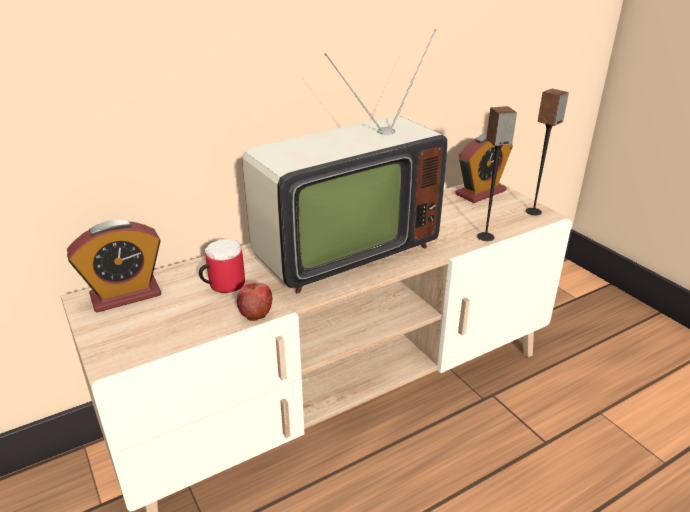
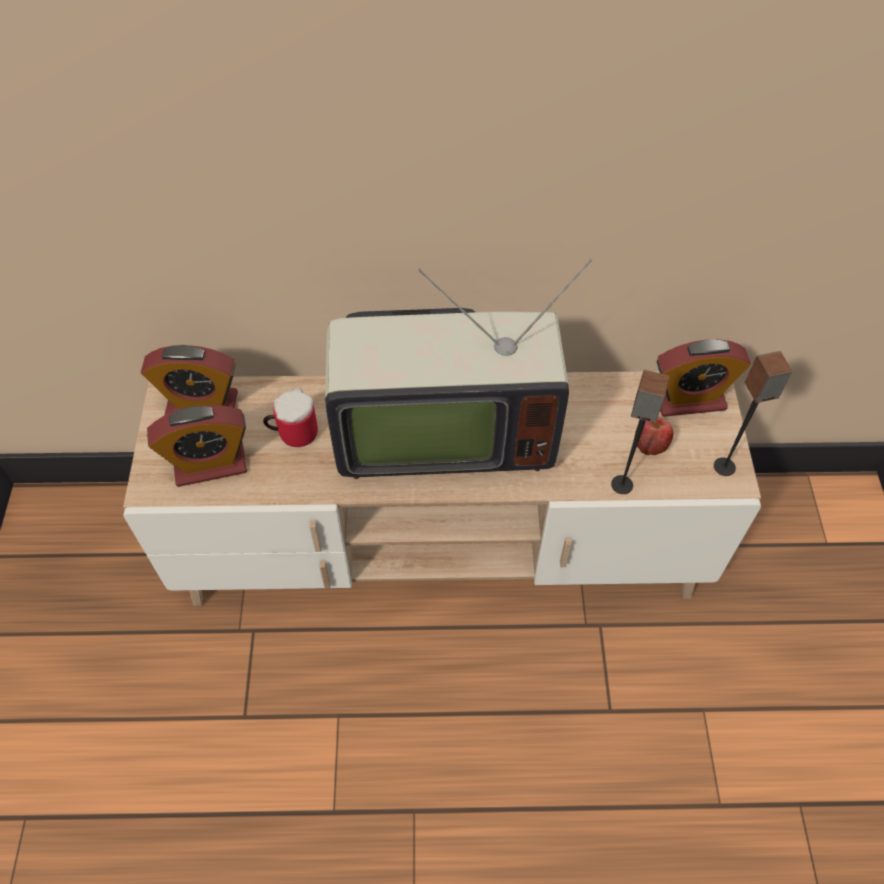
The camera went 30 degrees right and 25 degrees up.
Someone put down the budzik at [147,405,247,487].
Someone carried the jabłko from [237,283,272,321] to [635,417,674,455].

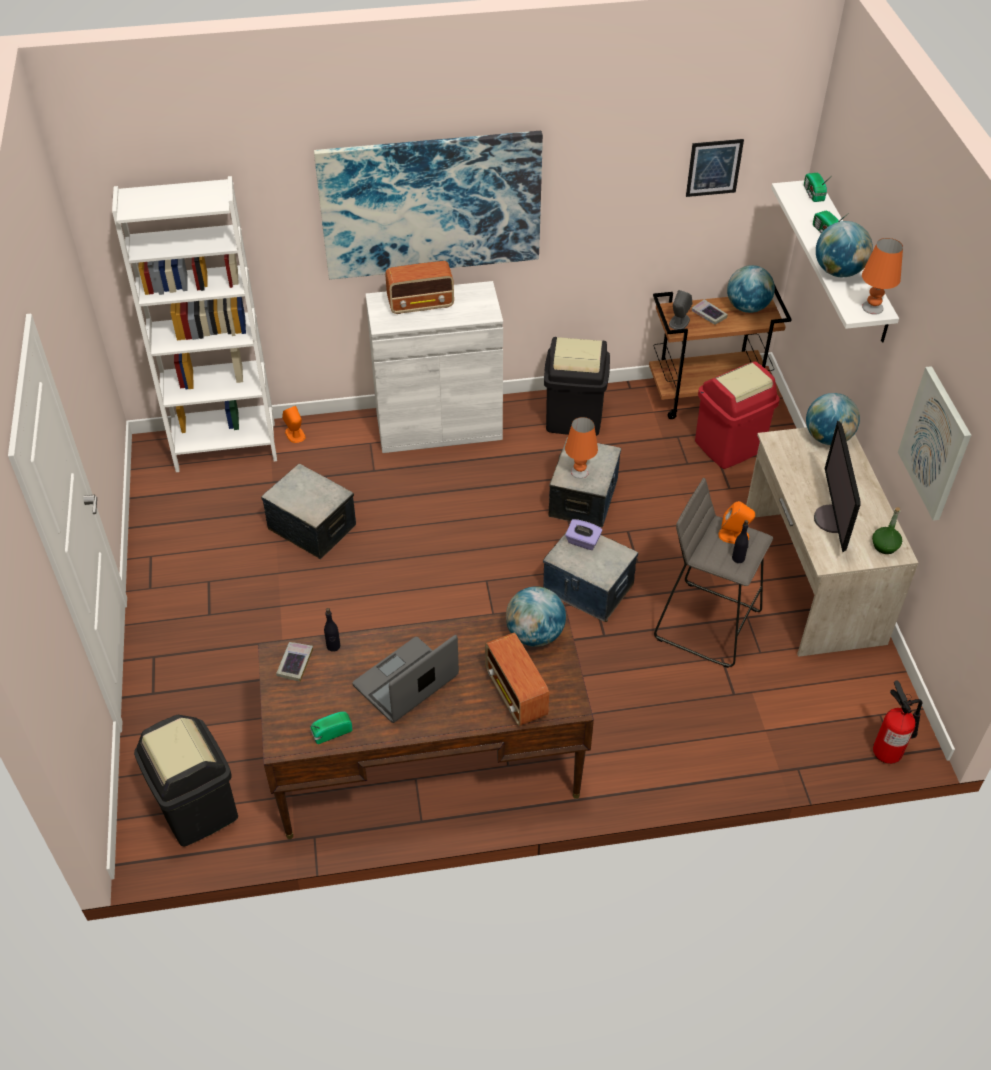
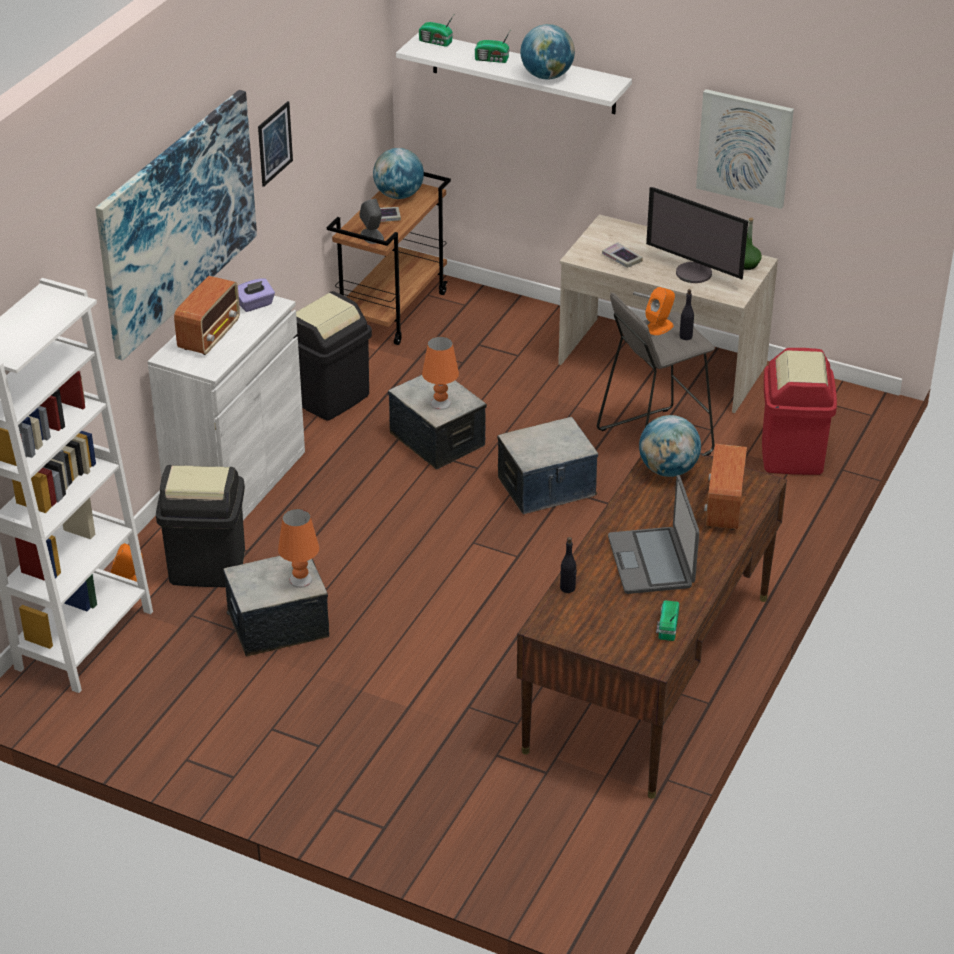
The camera went 55 degrees left and 10 degrees down.
Someone carried the kosz na śmieci (czarny) from [134,715,238,847] to [156,465,245,587].
Someone carried the pudełko chusteczek (fioletowy) from [565,519,602,550] to [238,279,275,312].
Someone carried the obraz from [686,139,744,197] to [258,101,293,187].
Someone carried the lampa stołowa (pomarańczowy) from [862,238,903,315] to [278,509,319,588].
Someone carried the książka from [276,642,313,682] to [602,242,643,268].
Someone rotated the radio at [485,633,549,726] by 90 degrees clockwise.
Someone carried the kosz na śmieci (czerwony) from [695,362,780,469] to [762,348,837,475].
Someone took away the globus at [806,393,860,445].
Someone took away the gaśnica at [873,680,923,764].

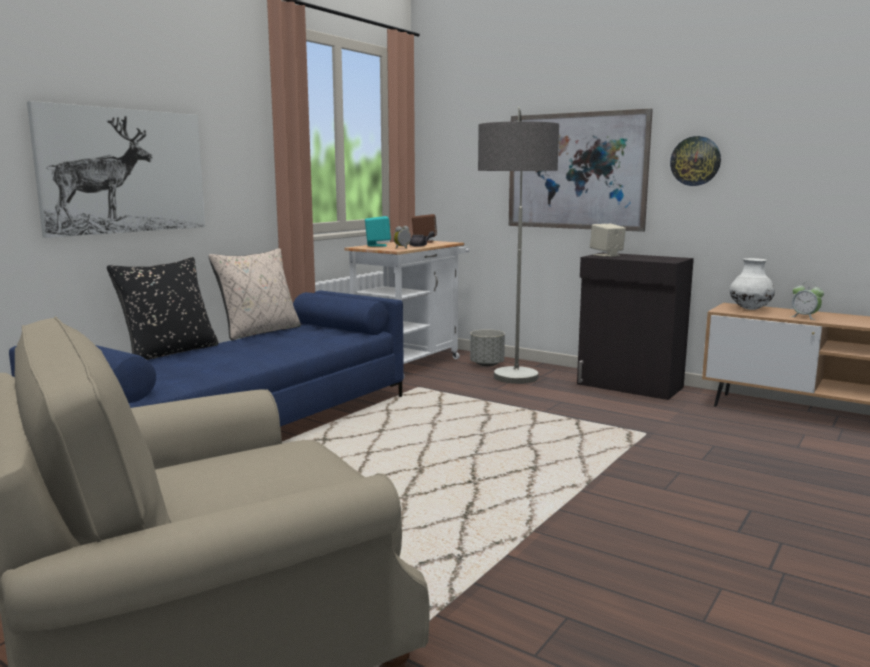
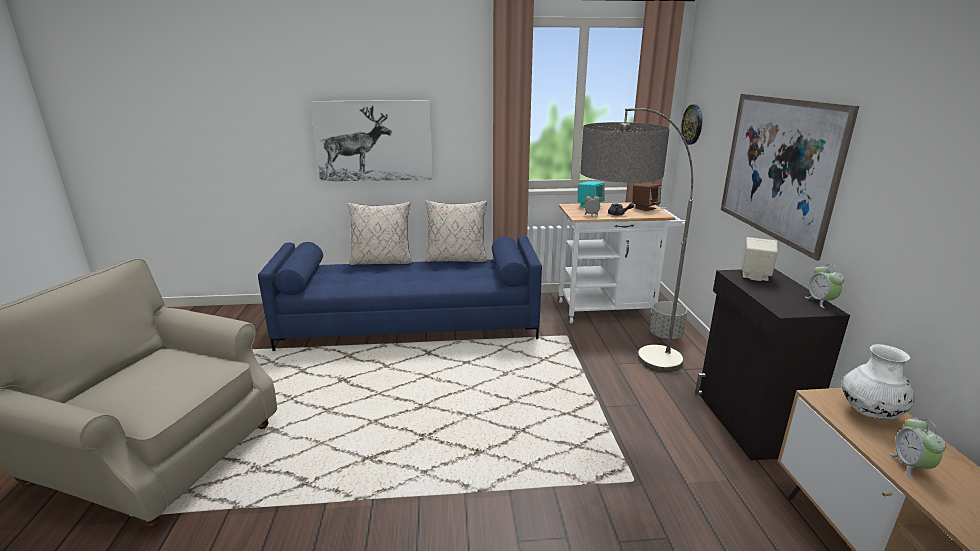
The camera went 50 degrees right and 10 degrees up.
Someone repainted the poduszka (czarny) at [107,257,218,360], which became the poduszka (beżowy) at [347,202,412,265].
Someone carried the zegar ścienny from [670,136,721,186] to [681,104,702,145].
Someone put down the budzik at [805,264,844,308].

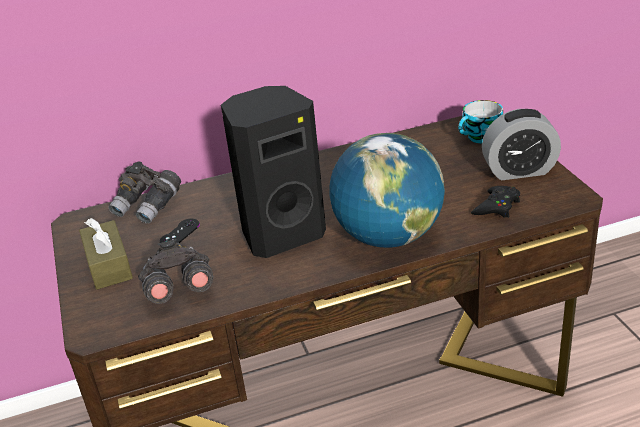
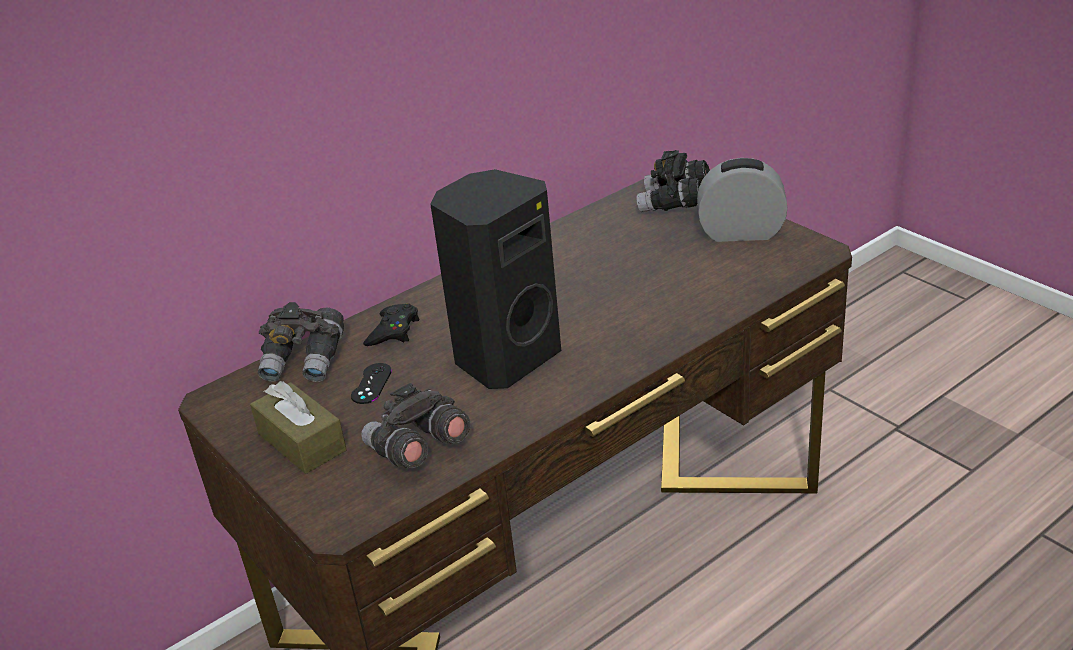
The camera went 20 degrees left and 0 degrees up.
Someone carried the pad do gier (czarny) from [471,186,520,218] to [363,303,419,346].
Someone swapped the filiżanka at [458,100,503,143] for the lornetka (czarny) at [636,150,710,213].
Someone rotated the budzik at [482,109,561,180] by 150 degrees counterclockwise.
Someone took away the globus at [329,133,445,248].

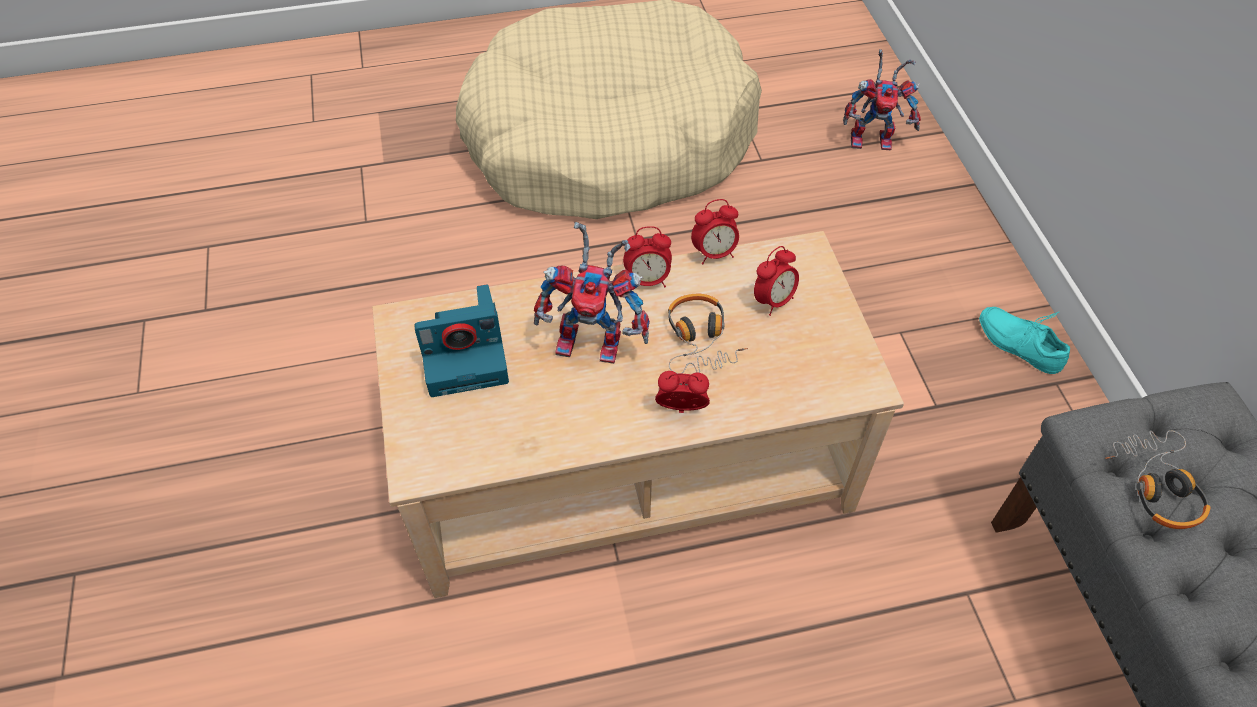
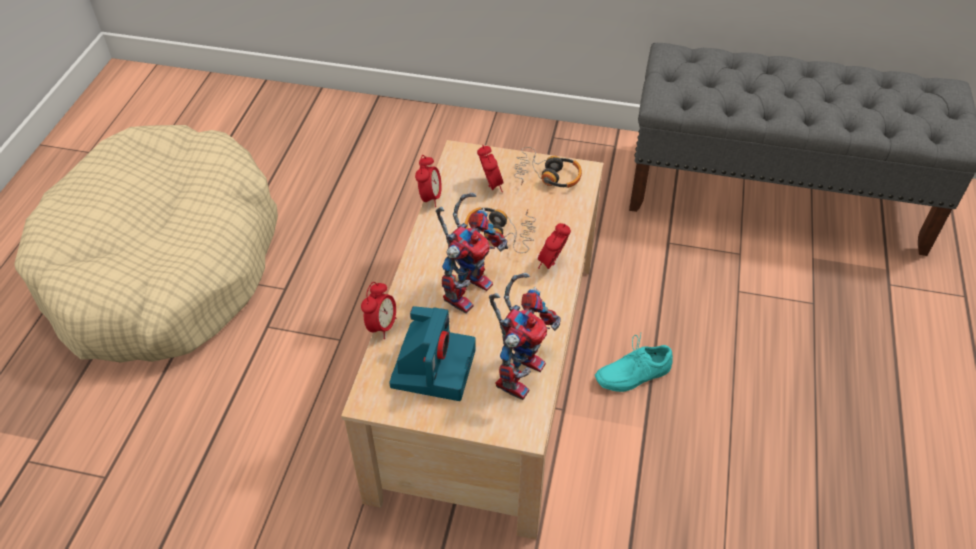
The camera went 65 degrees left and 5 degrees down.
Someone carried the budzik from [623,226,672,287] to [361,282,396,339].
Someone carried the robot zabawkowy from [843,49,921,150] to [489,273,561,400].
Someone carried the słuchawki from [1105,430,1210,529] to [514,147,582,188].
Someone carried the but (turkusowy) from [979,307,1070,374] to [595,333,673,392].

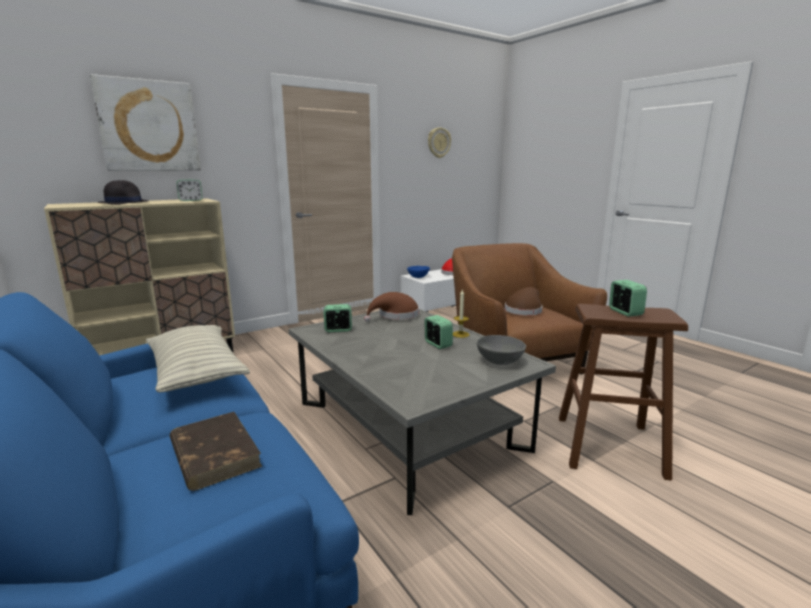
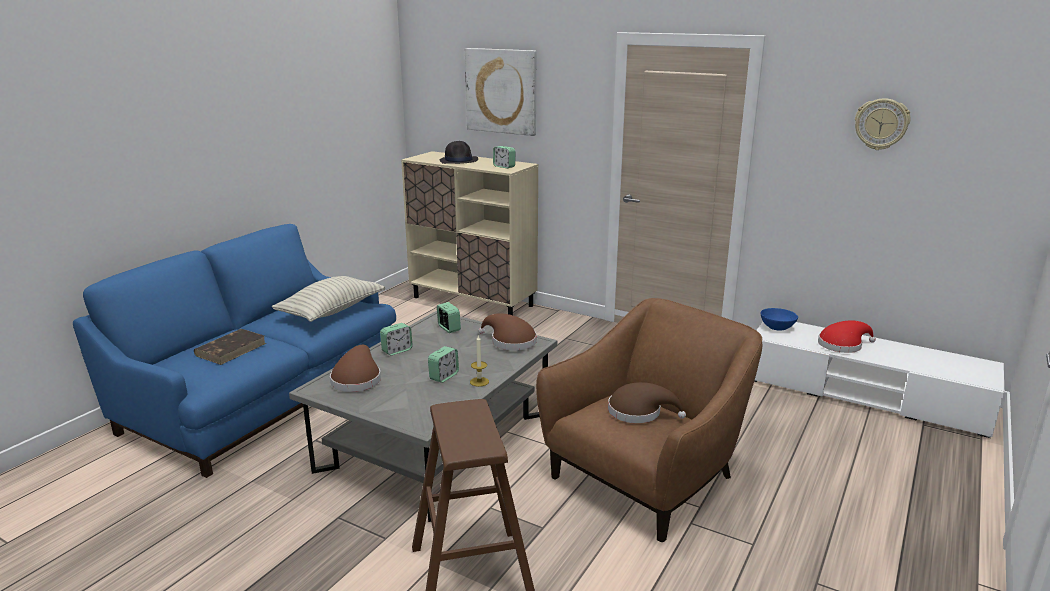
The camera went 65 degrees right and 5 degrees up.
Someone put down the kapelusz (brązowy) at [330,345,381,392].
Someone carried the budzik from [609,280,647,317] to [380,323,413,355].
Someone took away the miska (szary) at [477,335,526,365].

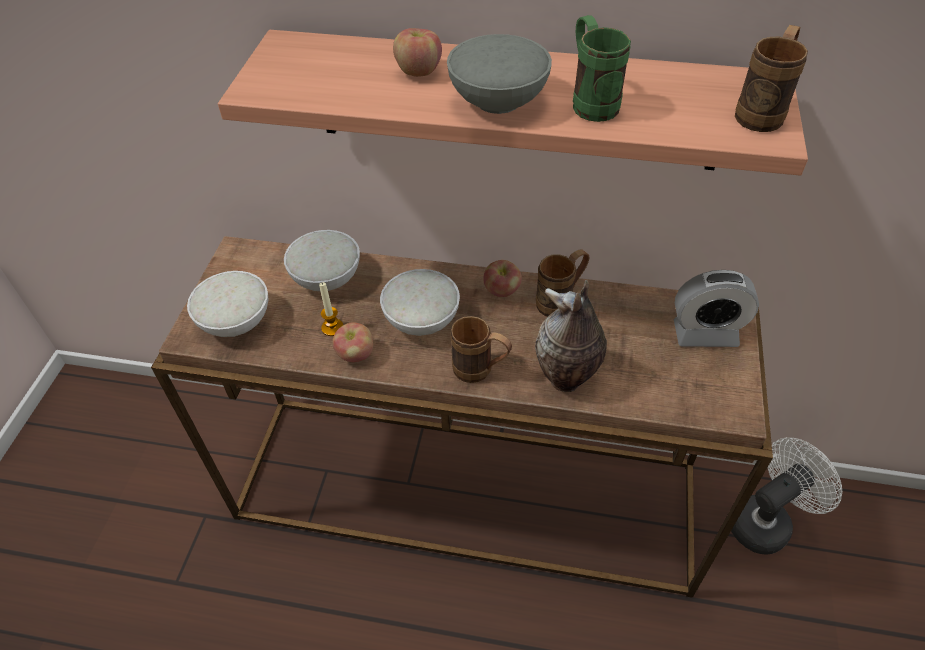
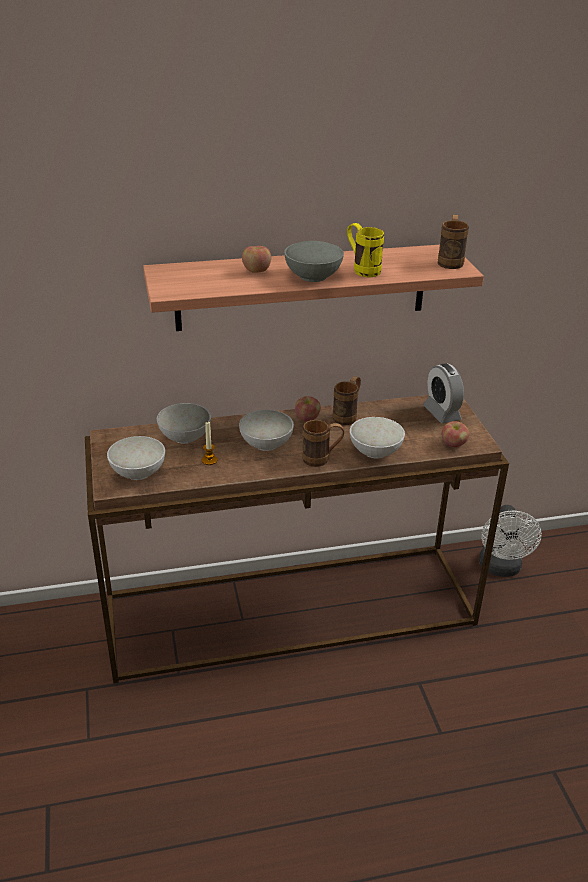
The camera went 25 degrees left and 15 degrees down.
Someone repainted the kubek (zielony) at [573,15,631,122], which became the kubek (żółty) at [347,223,384,277].
Someone swapped the wazon at [535,280,607,392] for the miska (biały) at [350,417,405,459].
Someone rotated the budzik at [673,270,759,347] by 90 degrees clockwise.
Someone carried the jabłko from [333,322,373,362] to [442,421,469,447].
Someone rotated the wentylator (biały) at [731,437,842,555] by 150 degrees clockwise.

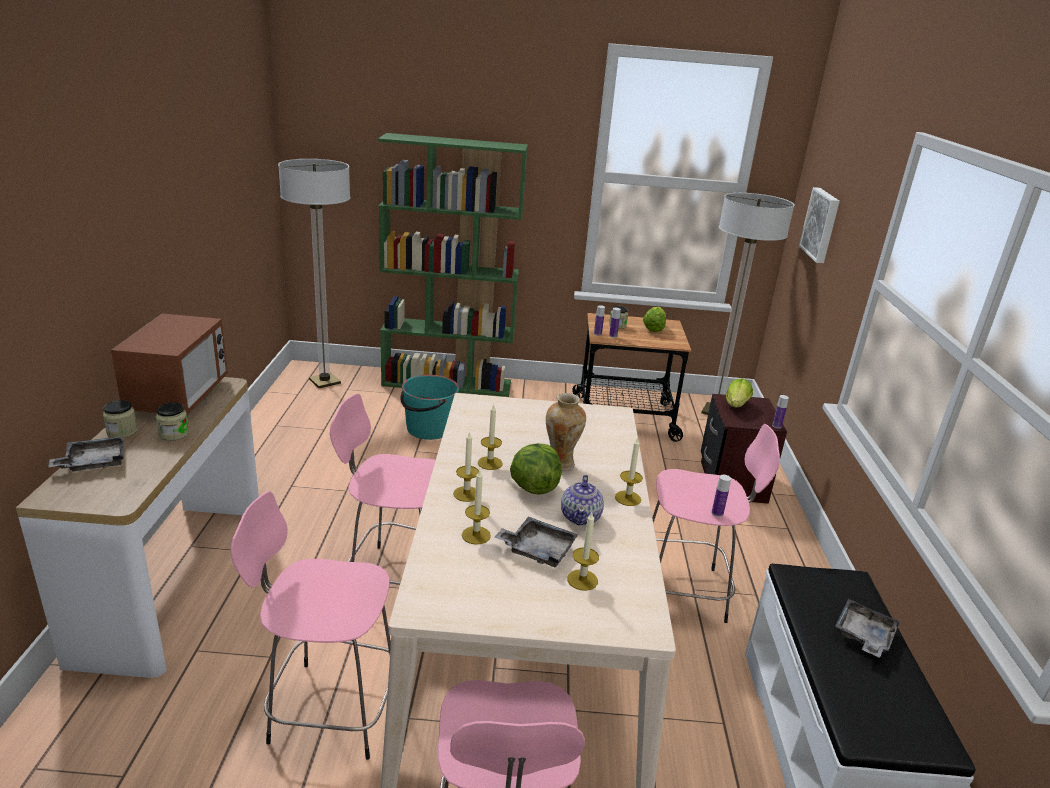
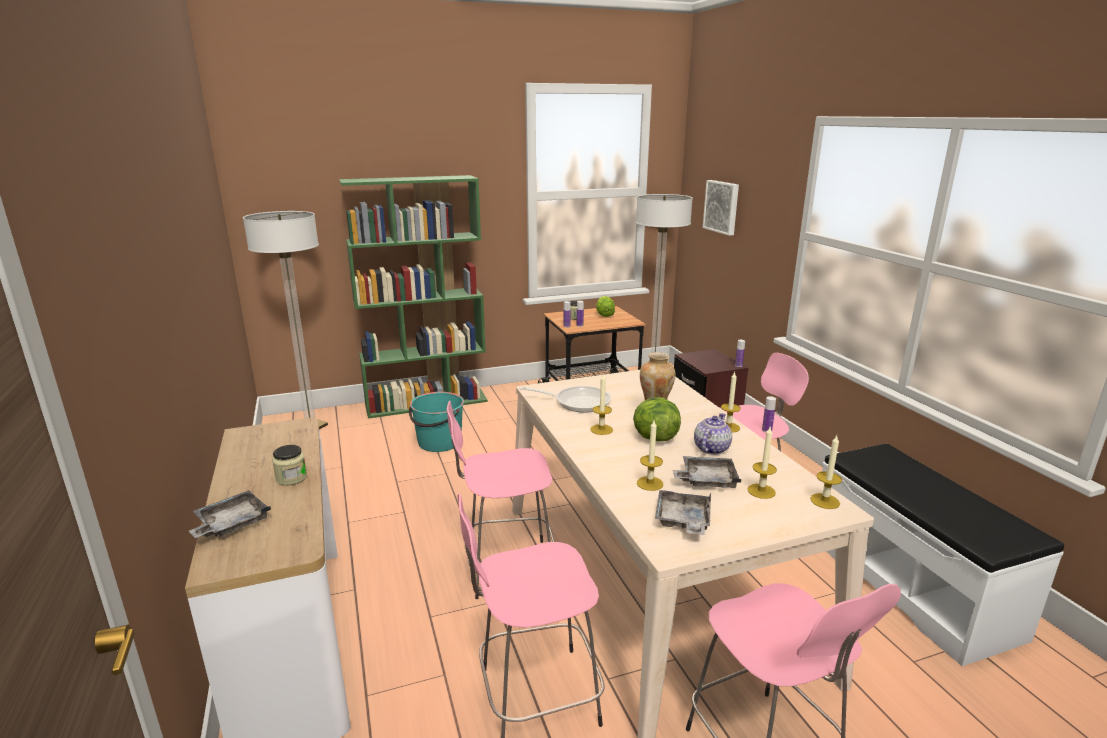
The camera went 20 degrees left and 5 degrees down.
Someone put down the patelnia at [520,386,611,413].
Someone carried the taca (szary) from [835,599,901,658] to [655,490,711,535].
Someone rotated the imbryk at [561,475,604,525] by 135 degrees counterclockwise.
Someone carried the świeca from [453,431,479,502] to [810,436,842,509].
Someone took away the słoik at [103,400,138,438].
Someone took away the mikrofalówka at [111,313,228,414].
Someone took away the sałata at [726,378,753,408].

